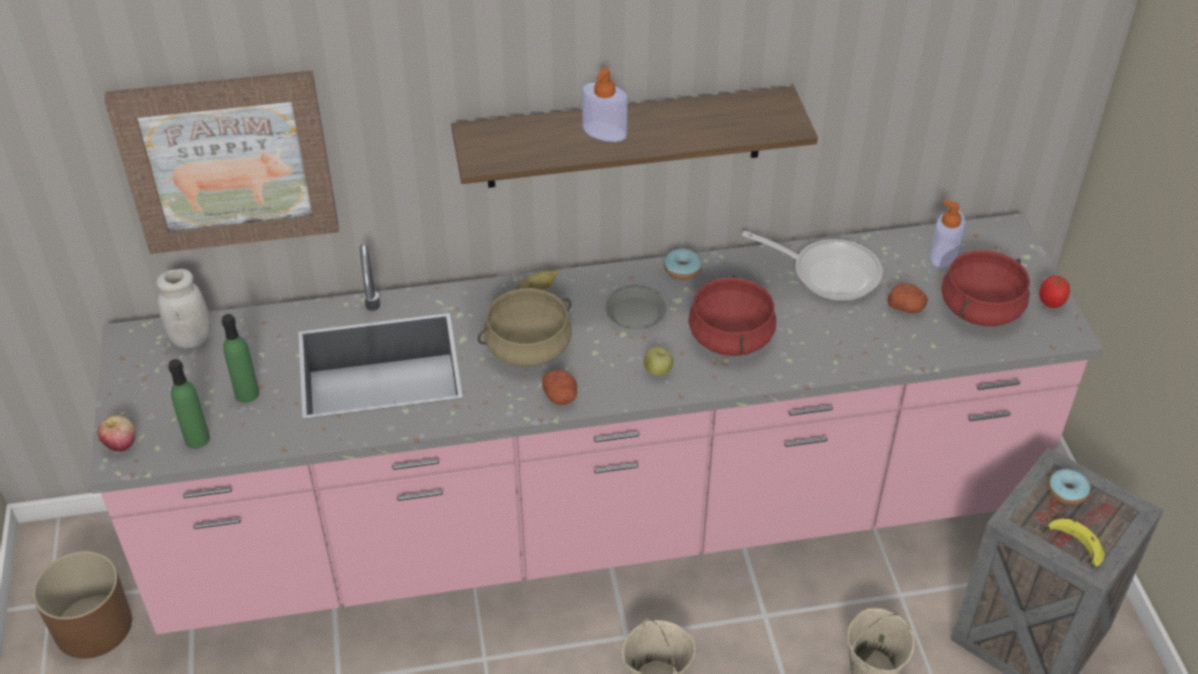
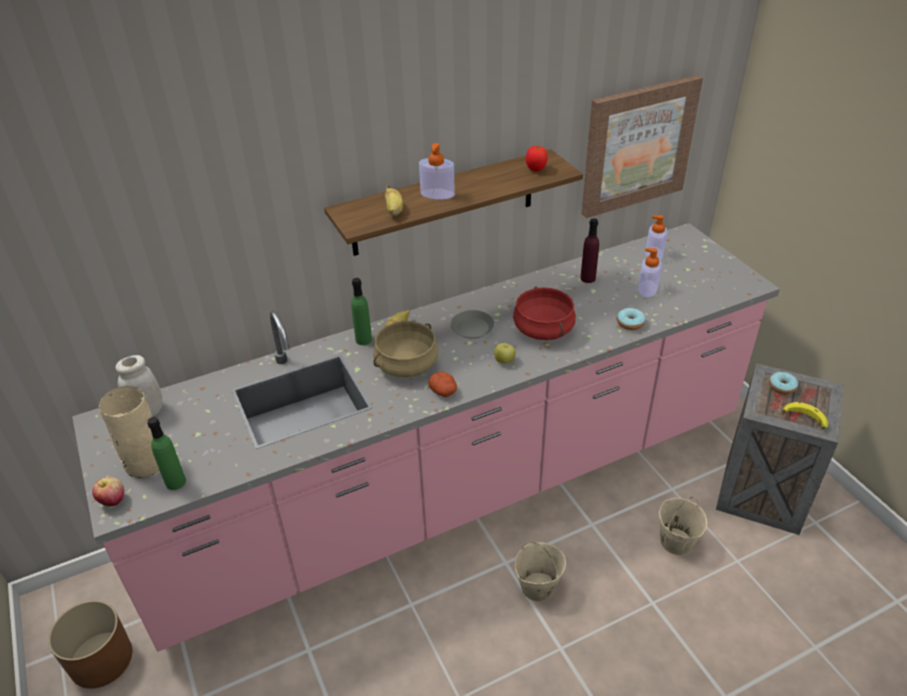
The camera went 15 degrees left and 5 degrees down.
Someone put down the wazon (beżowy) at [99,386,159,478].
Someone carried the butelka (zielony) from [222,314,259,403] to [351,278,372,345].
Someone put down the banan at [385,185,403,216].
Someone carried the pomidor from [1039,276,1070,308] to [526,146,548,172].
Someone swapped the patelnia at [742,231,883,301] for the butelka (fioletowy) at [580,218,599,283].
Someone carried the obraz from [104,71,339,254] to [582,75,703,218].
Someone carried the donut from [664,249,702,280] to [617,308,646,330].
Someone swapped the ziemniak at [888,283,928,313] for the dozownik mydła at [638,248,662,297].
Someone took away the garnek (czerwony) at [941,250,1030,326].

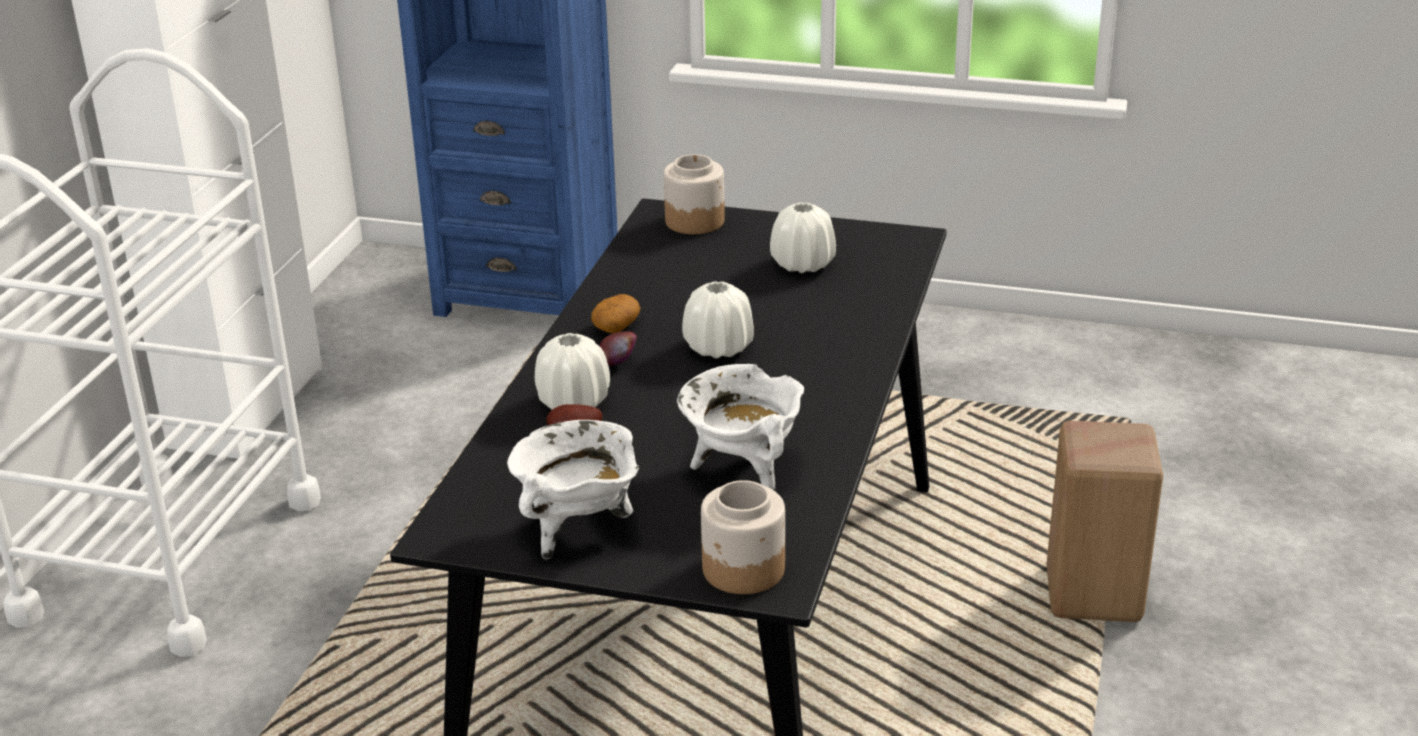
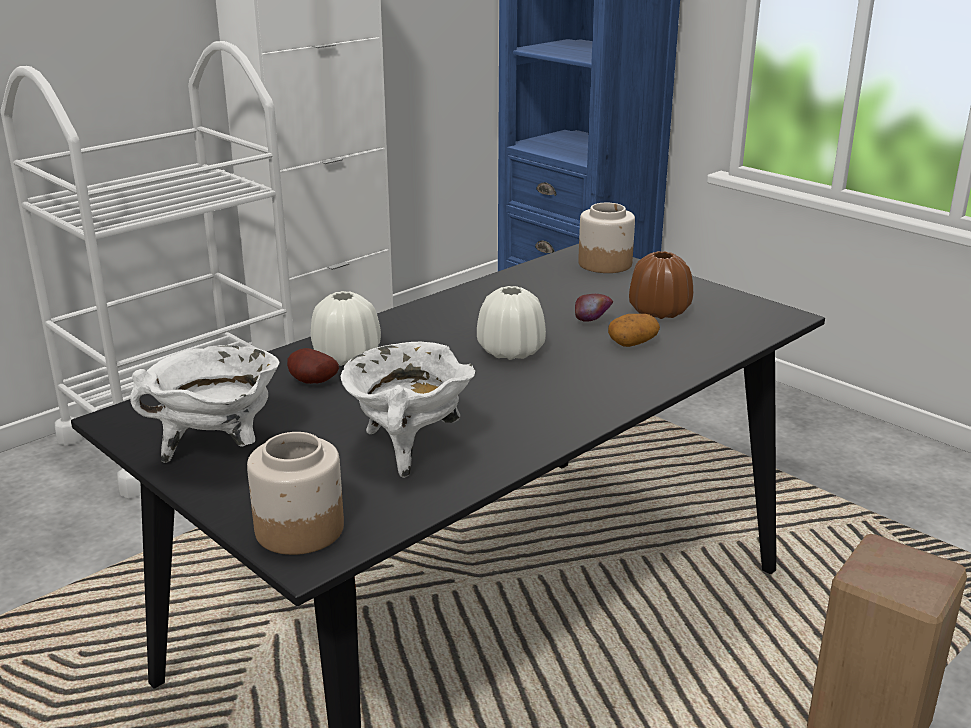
The camera went 30 degrees right and 5 degrees down.
Someone carried the jabłko from [600,331,637,366] to [575,294,613,322].
Someone carried the ziemniak from [591,294,640,334] to [608,314,660,347].
Someone repainted the wazon (biały) at [770,202,836,273], which became the wazon (brązowy) at [629,251,693,319].

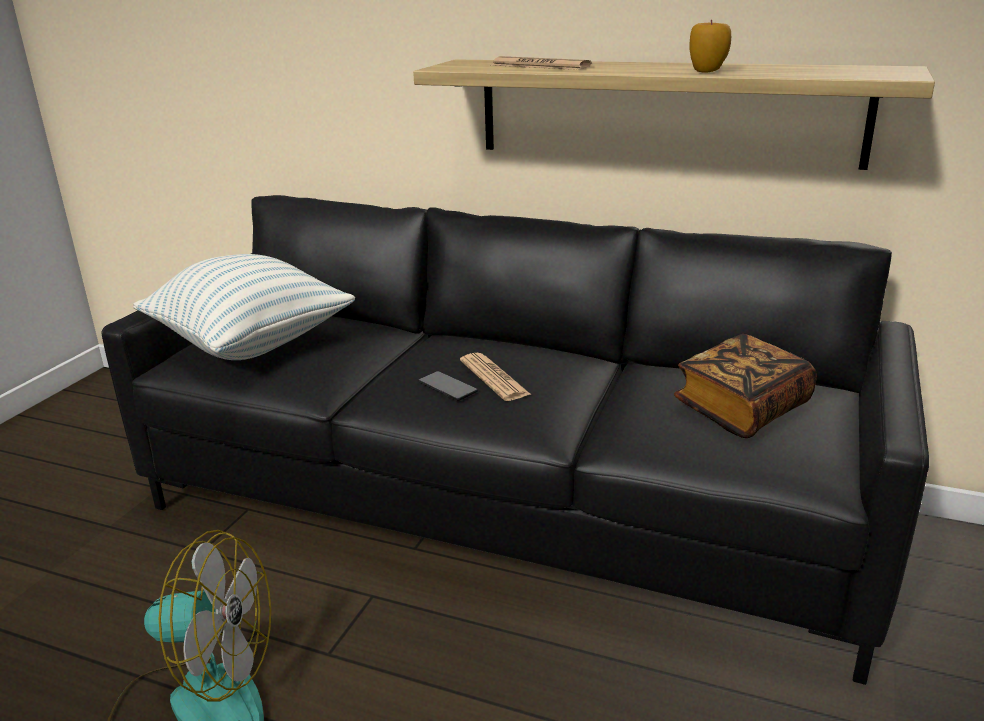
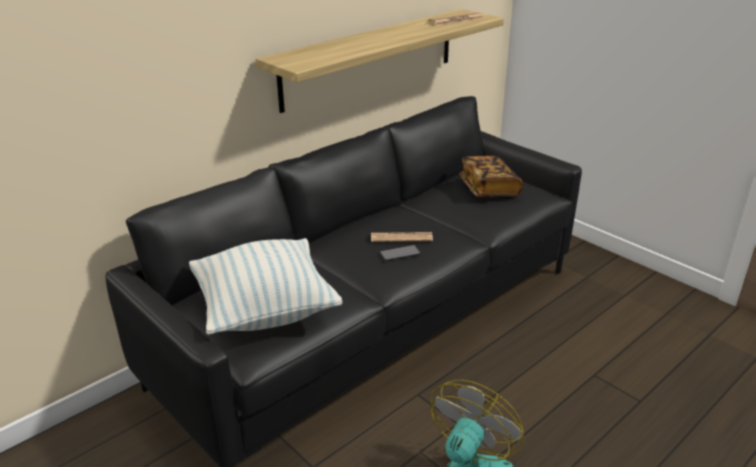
The camera went 65 degrees left and 5 degrees up.
Someone carried the gazeta from [492,56,592,70] to [429,12,484,26].
Someone took away the jabłko at [690,20,731,73].

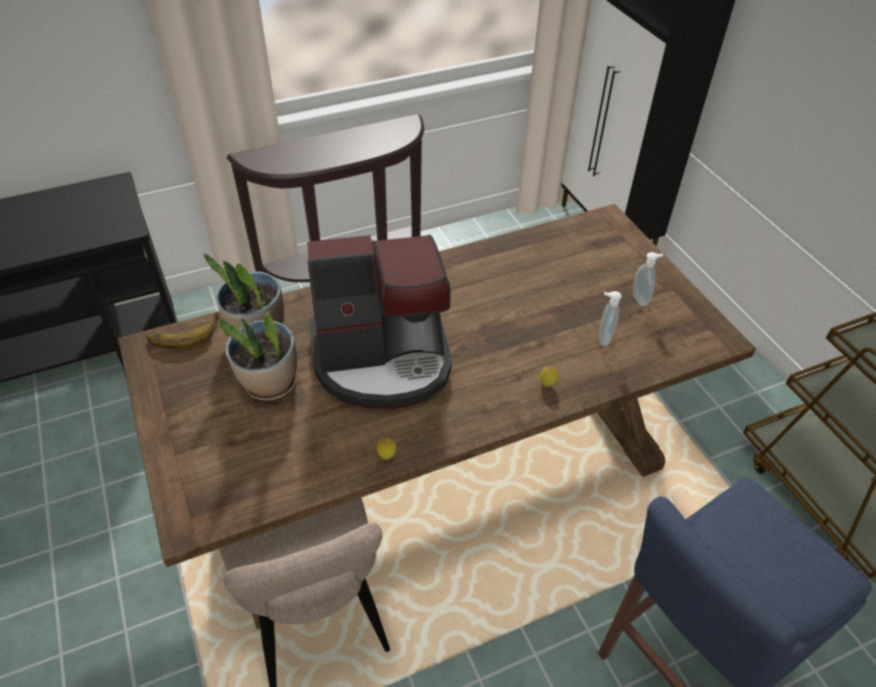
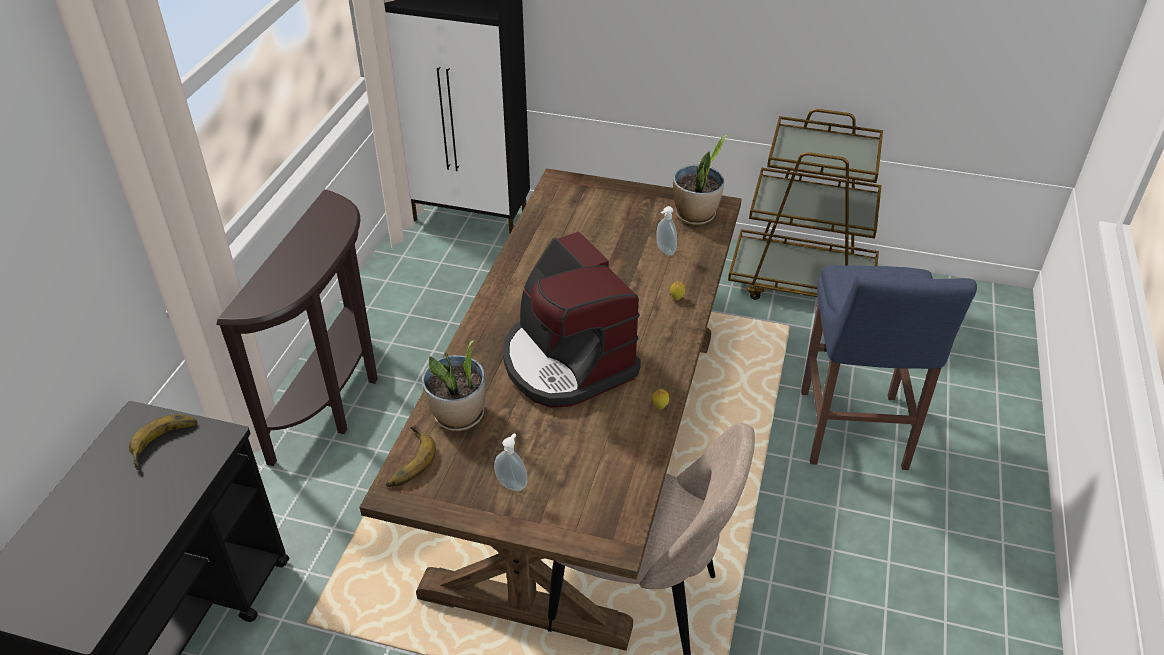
The camera went 50 degrees left and 5 degrees down.
Someone put down the banan at [129,415,197,470].
Someone carried the dozownik mydła from [633,252,663,306] to [494,433,528,491].
Someone rotated the ekspres do kawy at [307,235,452,409] by 120 degrees clockwise.
Someone carried the roślina doniczkowa from [218,312,297,401] to [673,135,727,225].

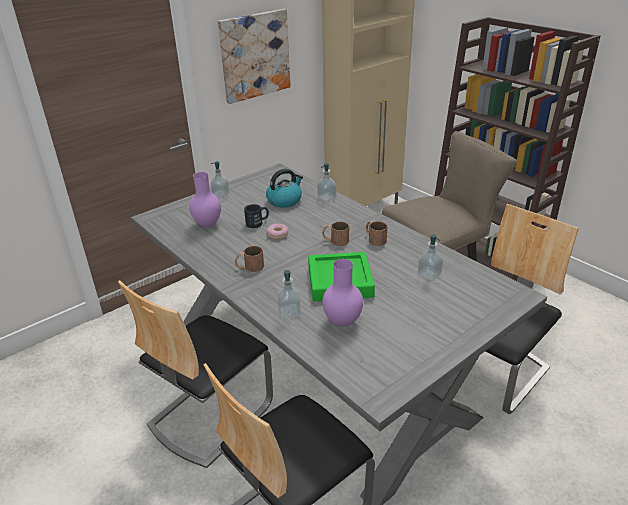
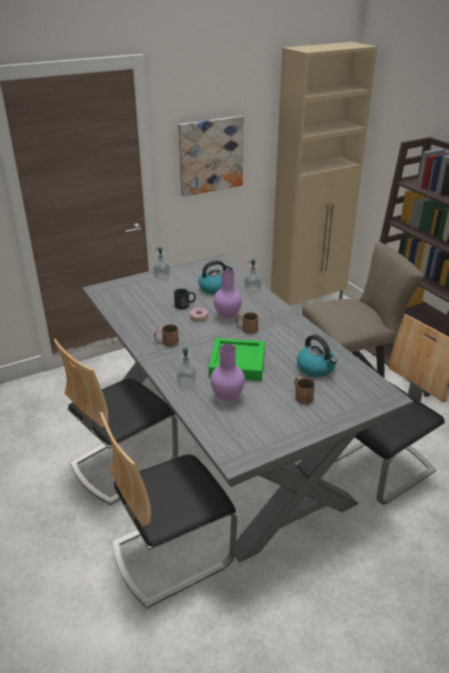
The camera went 10 degrees right and 0 degrees up.
Someone carried the wazon (fioletowy) from [189,172,221,227] to [214,270,242,319].
Someone carried the kubek (brązowy) from [366,221,387,246] to [295,376,315,404].
Someone swapped the dozownik mydła at [418,234,443,281] for the czajnik at [297,334,337,377].

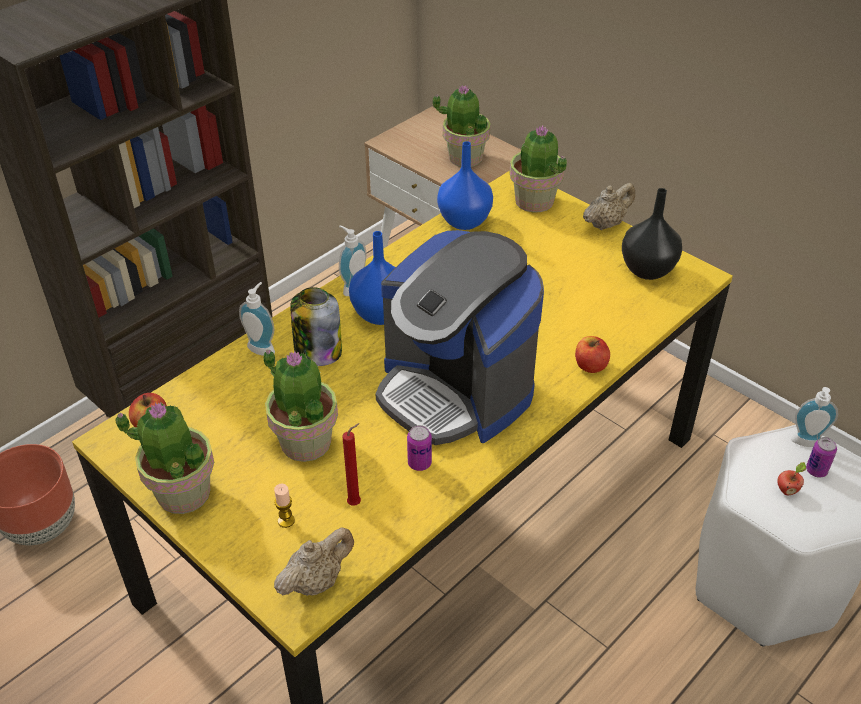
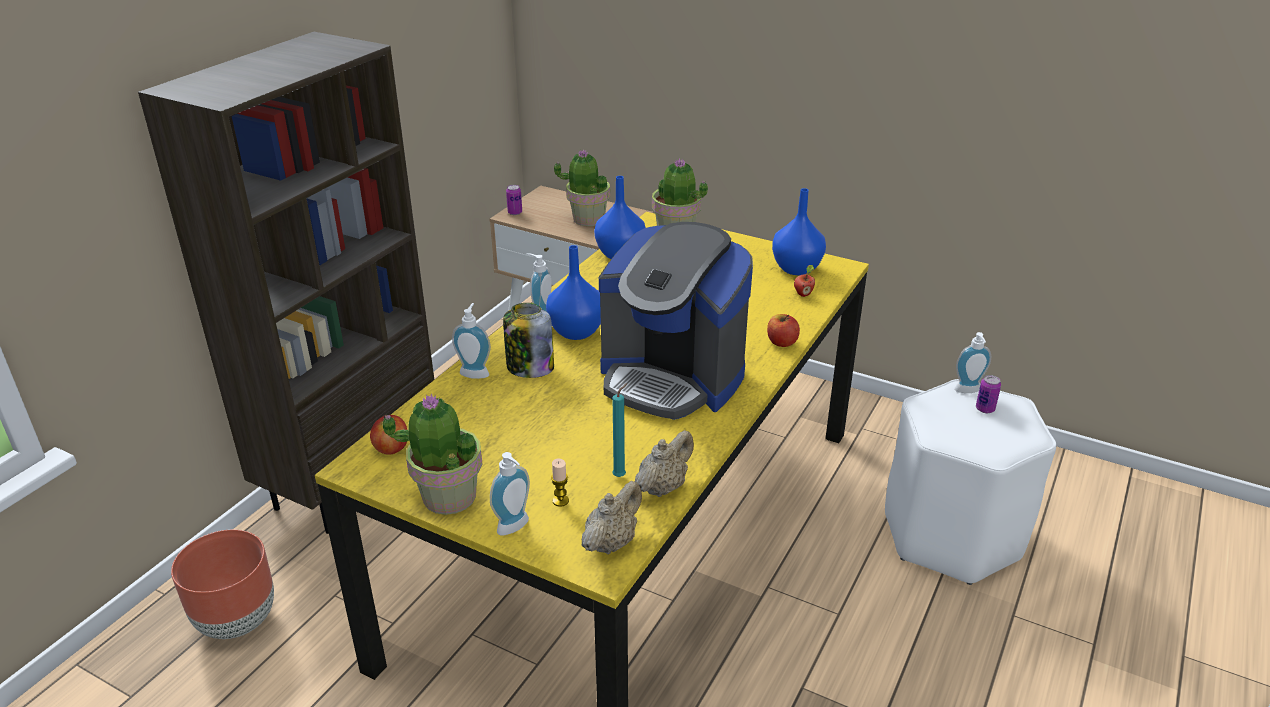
The camera went 15 degrees left and 10 degrees down.
Someone put down the dozownik mydła at [490,452,530,535].
Someone carried the puszka from [407,425,432,471] to [506,185,522,215].
Someone repainted the świeca (czerwony) at [342,423,361,506], which became the świeca (turkusowy) at [612,383,628,477].
Someone carried the imbryk (beżowy) from [583,183,635,230] to [635,430,694,497].
Someone repainted the wazon (czarny) at [622,188,682,280], which became the wazon (niebieski) at [772,188,826,275].
Someone carried the jabłko from [777,462,806,495] to [794,265,815,297].
Someone took away the roślina doniczkowa at [263,349,338,462].

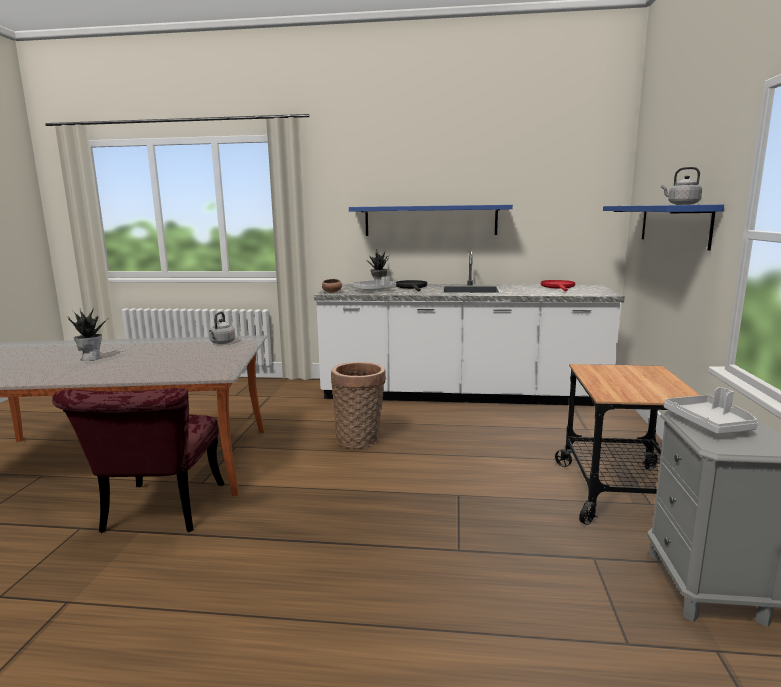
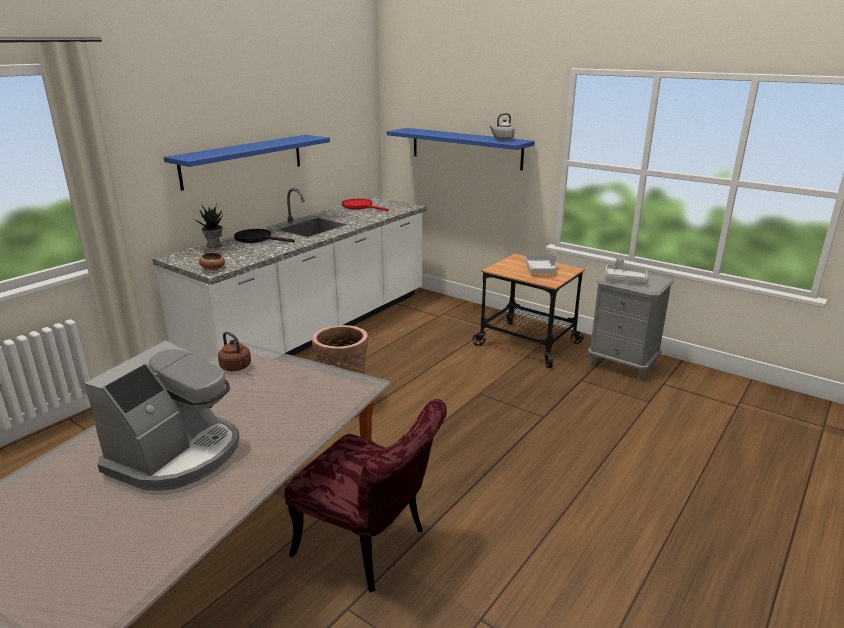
The camera went 60 degrees left and 10 degrees up.
Someone swapped the roślina doniczkowa at [67,308,109,361] for the ekspres do kawy at [84,340,239,491].
Someone repainted the czajnik (szary) at [209,312,235,344], which became the czajnik (brązowy) at [218,332,251,371].
Someone carried the taca (szary) from [353,276,396,291] to [525,252,557,274].

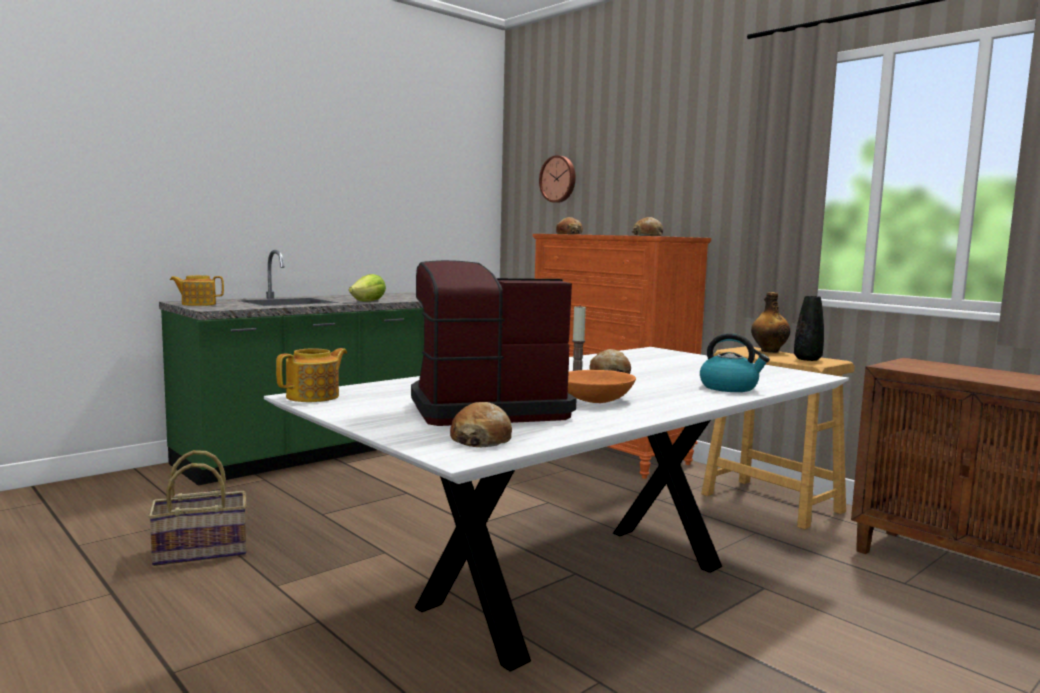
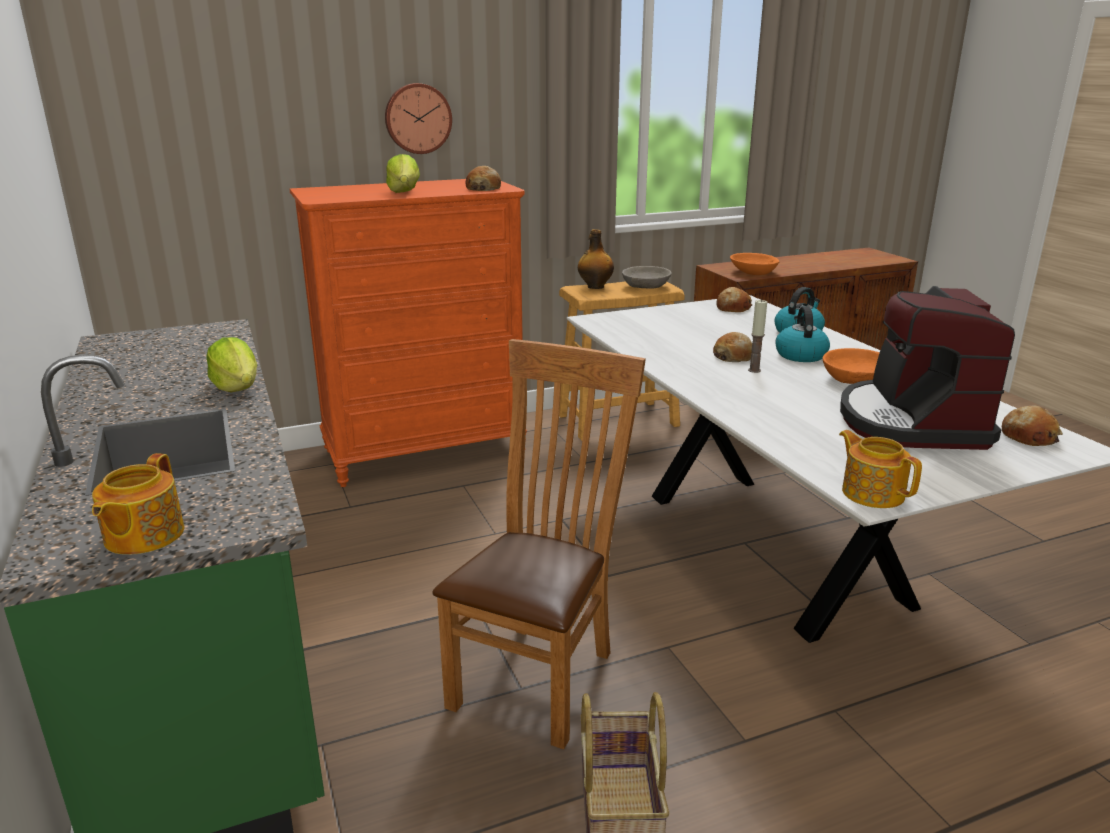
The camera went 70 degrees left and 15 degrees up.
Someone carried the zegar ścienny from [539,155,576,203] to [385,83,452,154].
Someone put down the sałata at [386,154,420,193].
Someone put down the krzesło (brązowy) at [432,339,646,750].
Someone swapped the wazon (czarny) at [794,296,824,361] for the miska (szary) at [622,266,672,289].
Someone carried the chleb from [556,217,583,234] to [716,287,753,312].
Someone put down the miska (pomarańczowy) at [730,253,779,275].
Someone put down the czajnik at [776,306,830,362].

